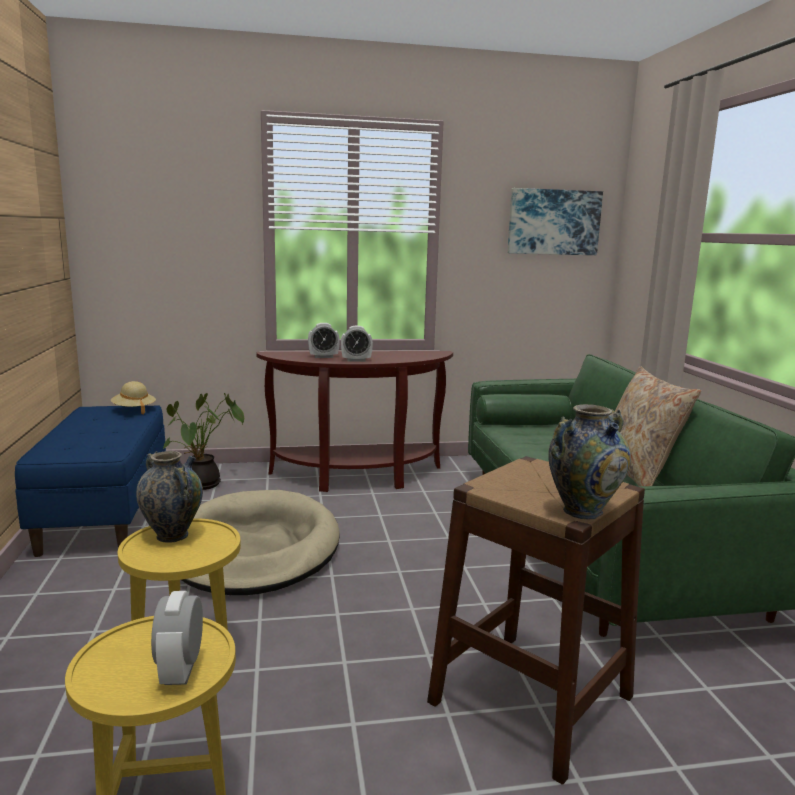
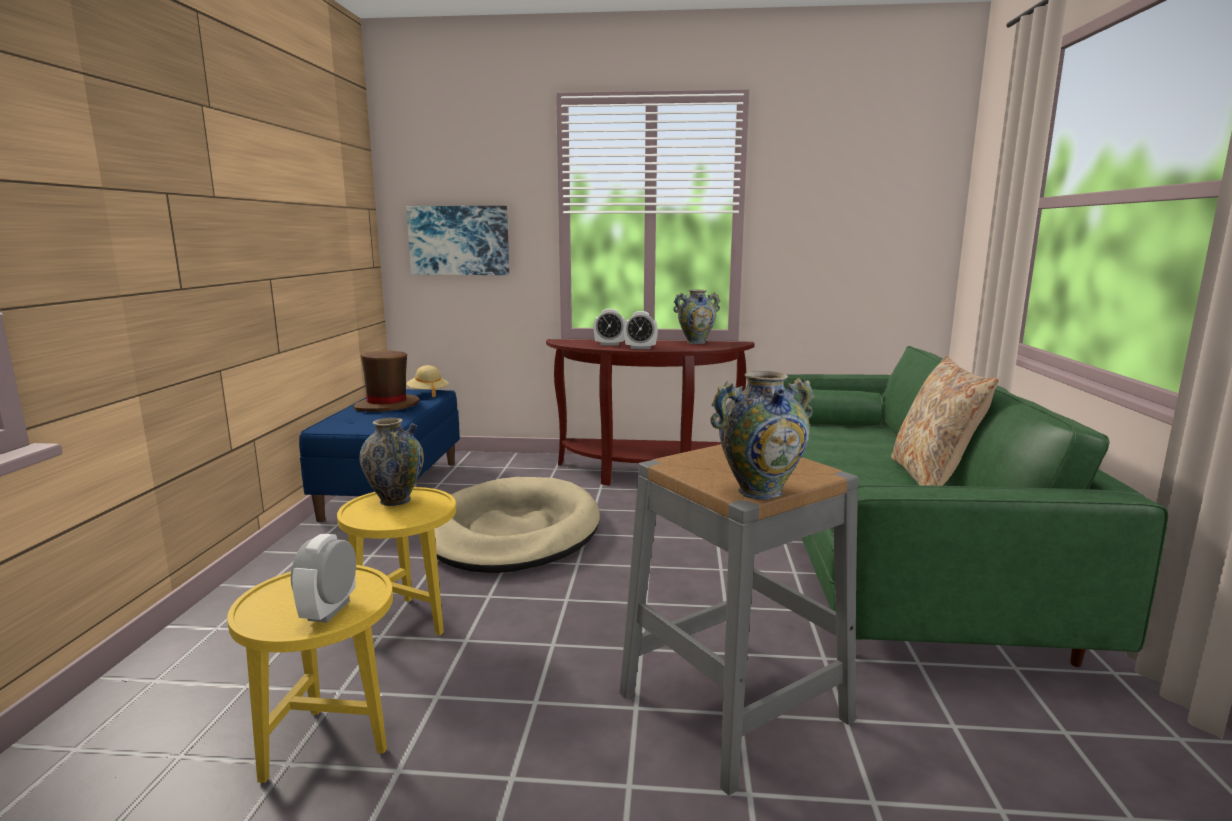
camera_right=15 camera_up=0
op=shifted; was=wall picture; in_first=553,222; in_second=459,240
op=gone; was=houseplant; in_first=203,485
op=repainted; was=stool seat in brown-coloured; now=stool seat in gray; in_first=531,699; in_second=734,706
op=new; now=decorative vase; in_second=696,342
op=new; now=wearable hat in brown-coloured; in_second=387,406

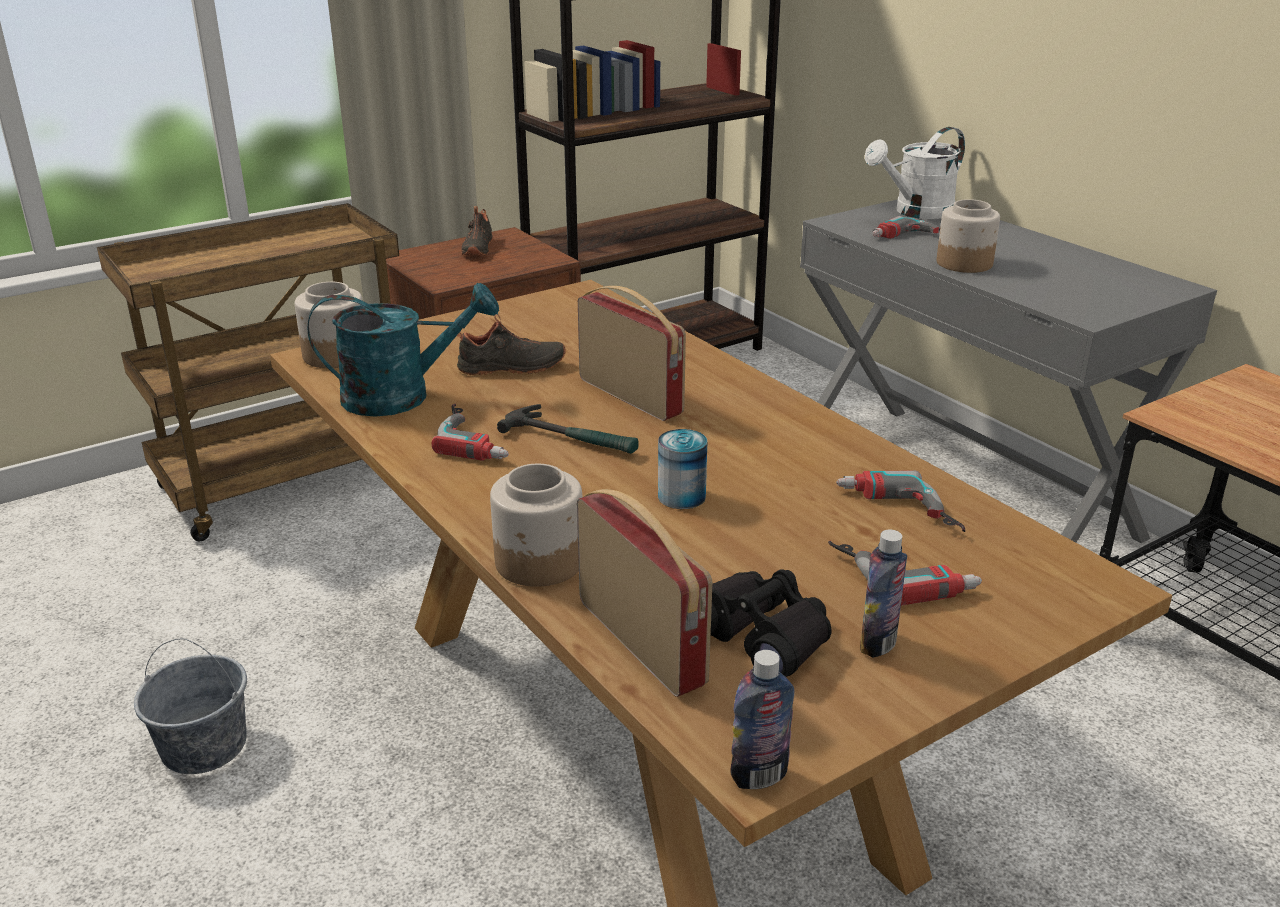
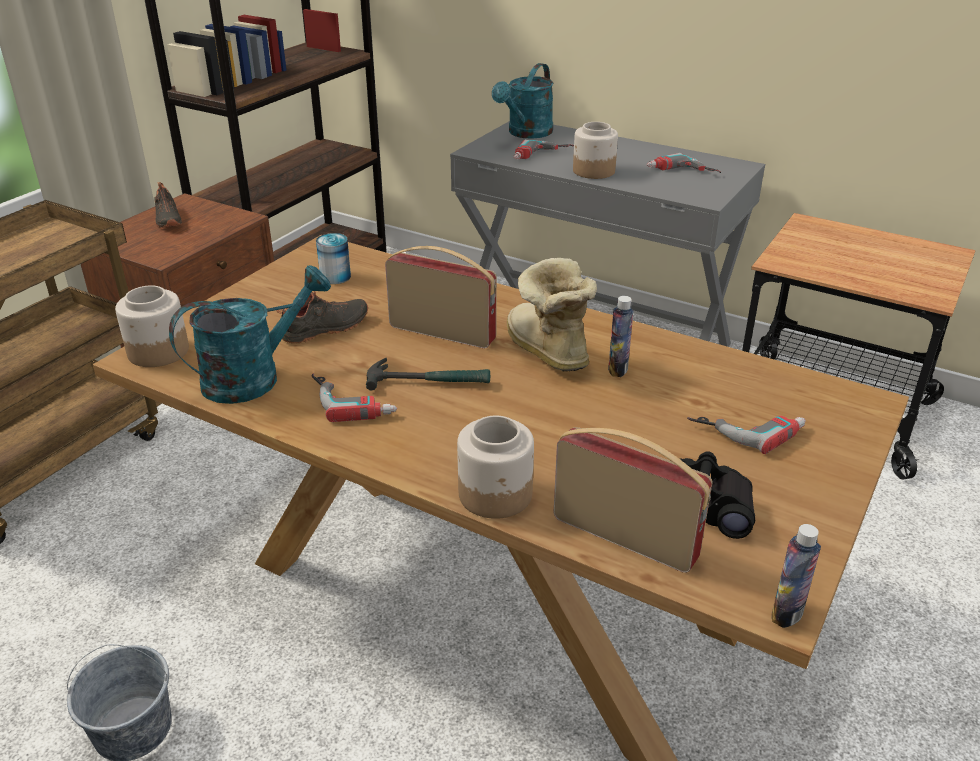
camera_right=-25 camera_up=5
op=repainted; was=sprinkling can in white-coloured; now=sprinkling can in turquoise; in_first=916,212; in_second=526,133
op=shifted; was=metal can; in_first=681,496; in_second=335,277
op=shifted; was=drill; in_first=896,512; in_second=681,173
op=shifted; was=bottle; in_first=878,644; in_second=618,369
op=new; now=tall boot; in_second=545,351

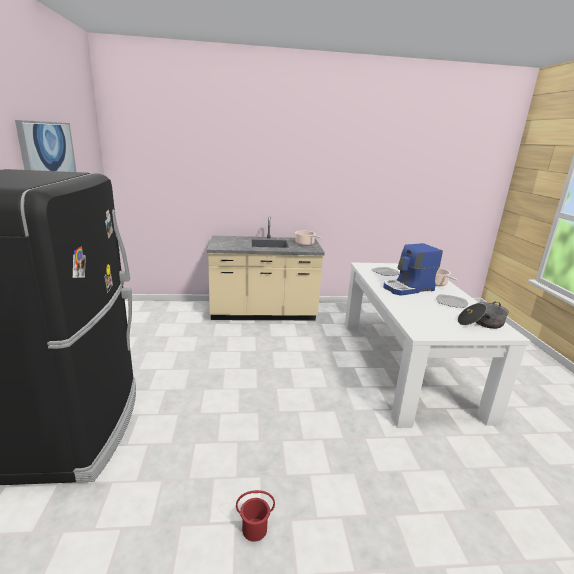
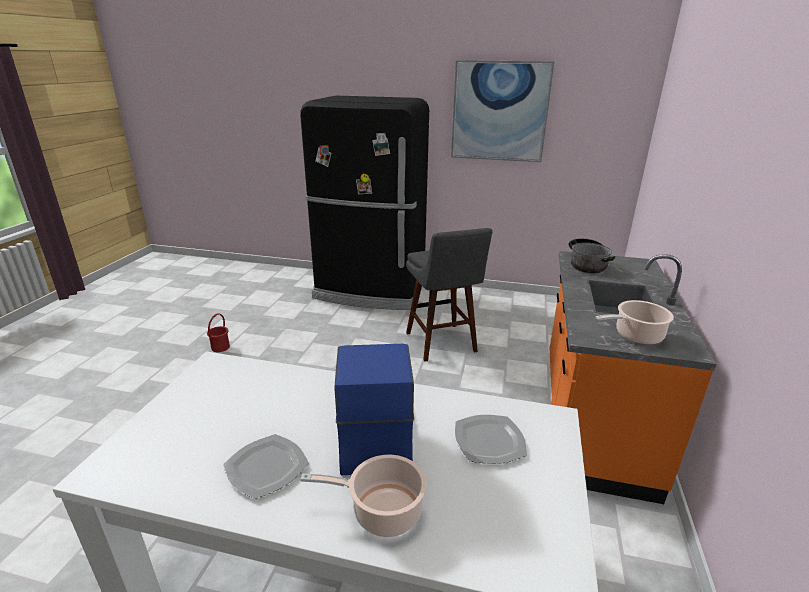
camera_right=110 camera_up=5
op=repainted; was=counter in beige; now=counter in orangey; in_first=263,313; in_second=592,418
op=shifted; was=cooking pot; in_first=480,323; in_second=587,264
op=new; now=stool seat in gray; in_second=442,344

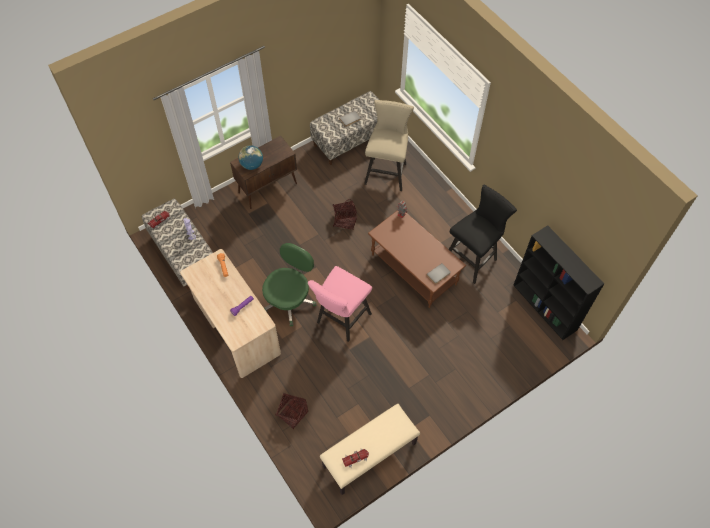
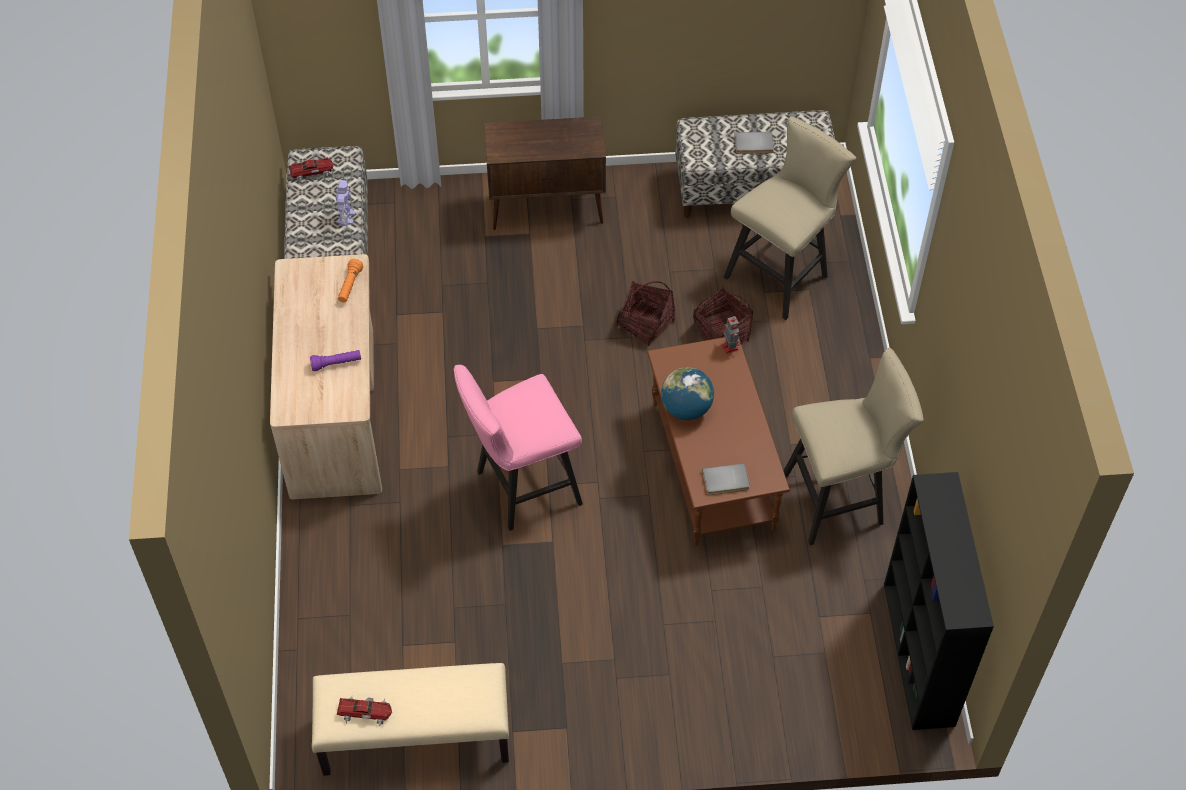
camera_right=30 camera_up=-5
op=shifted; was=world globe; in_first=252,165; in_second=686,409
op=repainted; was=stool seat in black-coloured; now=stool seat in beige; in_first=473,257; in_second=840,499
op=gone; was=office chair in green-coloured; in_first=289,300
op=shifted; was=basket; in_first=292,413; in_second=720,333

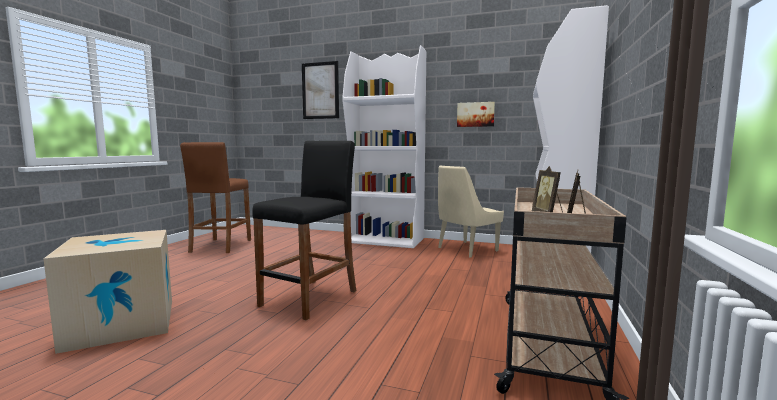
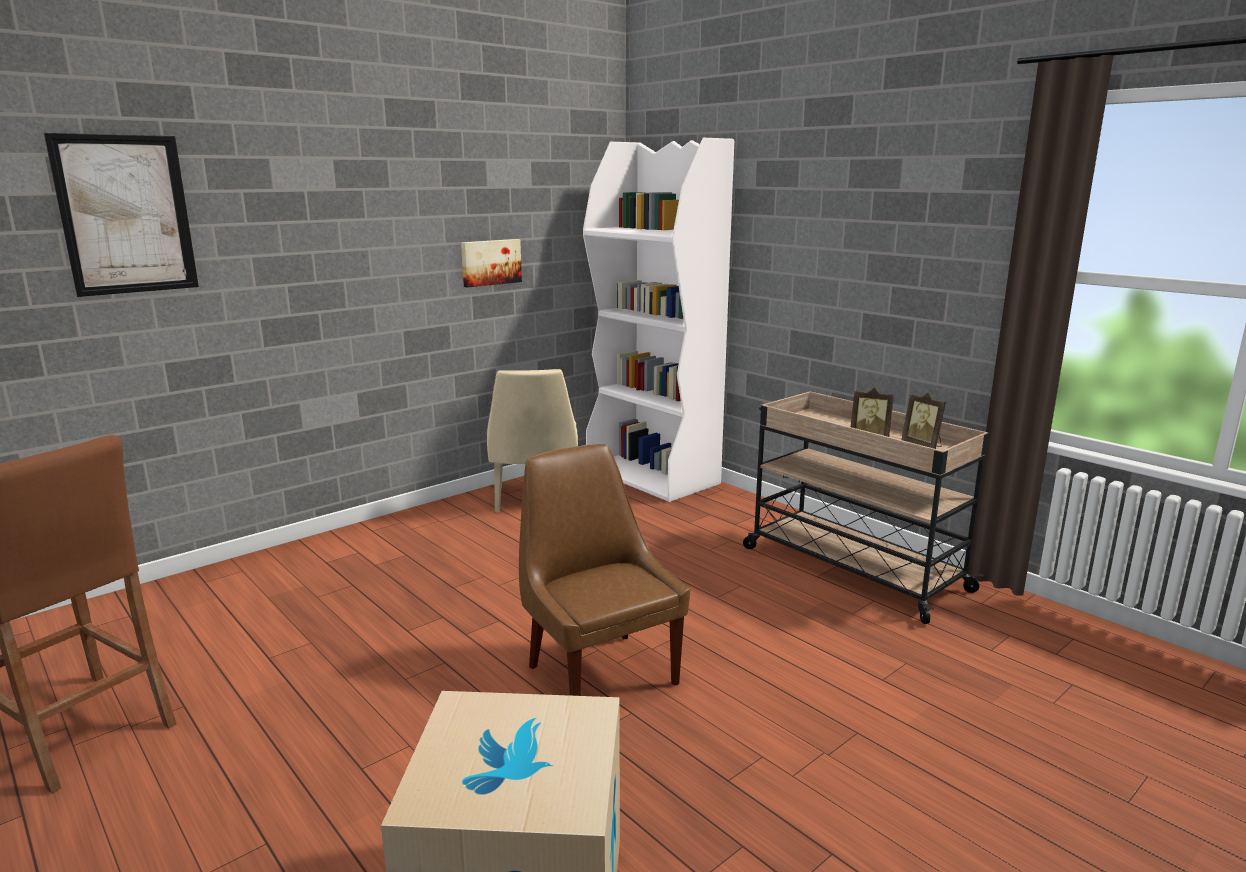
camera_right=-60 camera_up=10
op=gone; was=bookshelf in white-coloured; in_first=385,240
op=swapped; was=stool seat in black-coloured; now=upright chair in brown-coloured; in_first=310,298; in_second=599,672

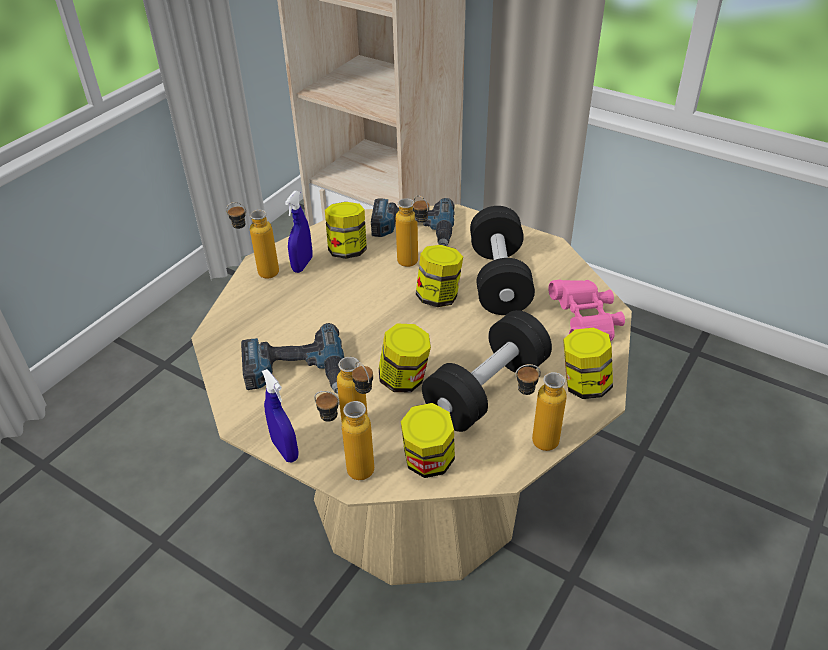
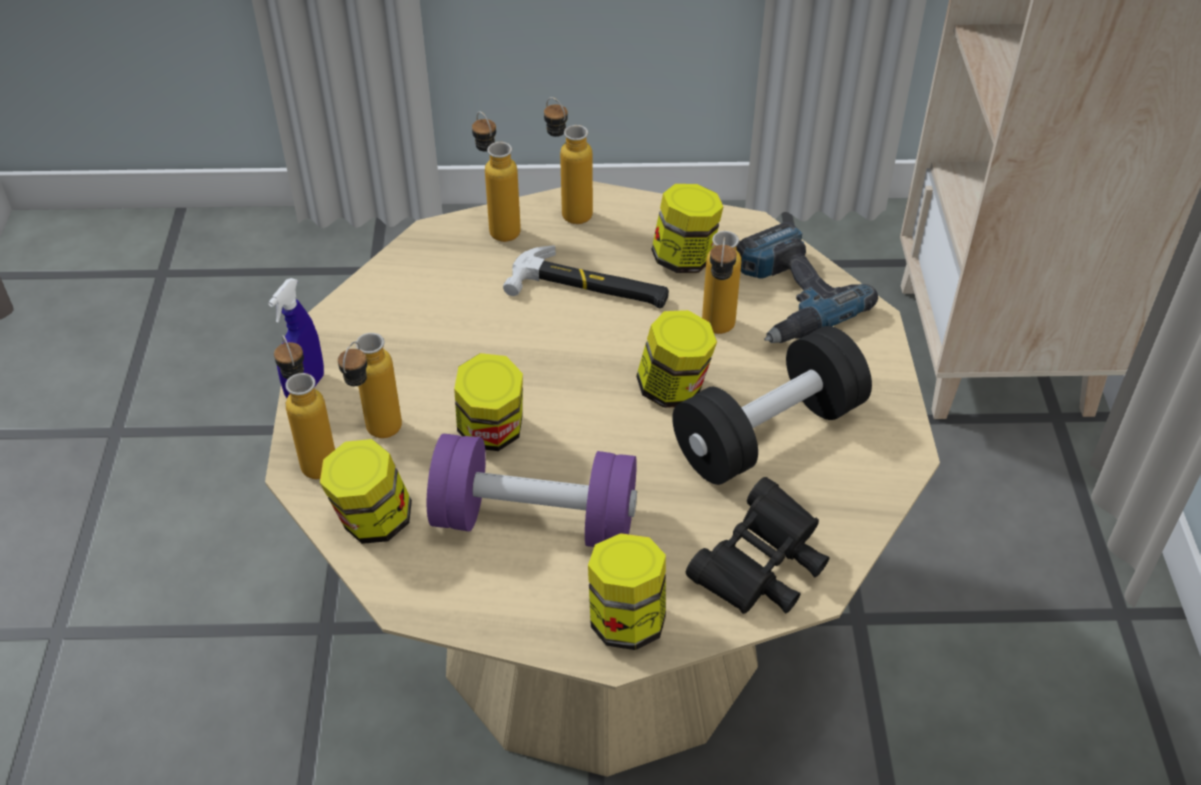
camera_right=55 camera_up=5
op=gone; was=spray bottle in blue; in_first=302,265
op=repainted; was=pair of binoculars in pinkish; now=pair of binoculars in black-coloured; in_first=585,323; in_second=760,569
op=repainted; was=dumbbell in black-coloured; now=dumbbell in purplish; in_first=486,390; in_second=535,520
op=gone; was=drill; in_first=296,373
op=shifted; was=bottle; in_first=534,441; in_second=498,225
op=new; now=tool hammer; in_second=589,289

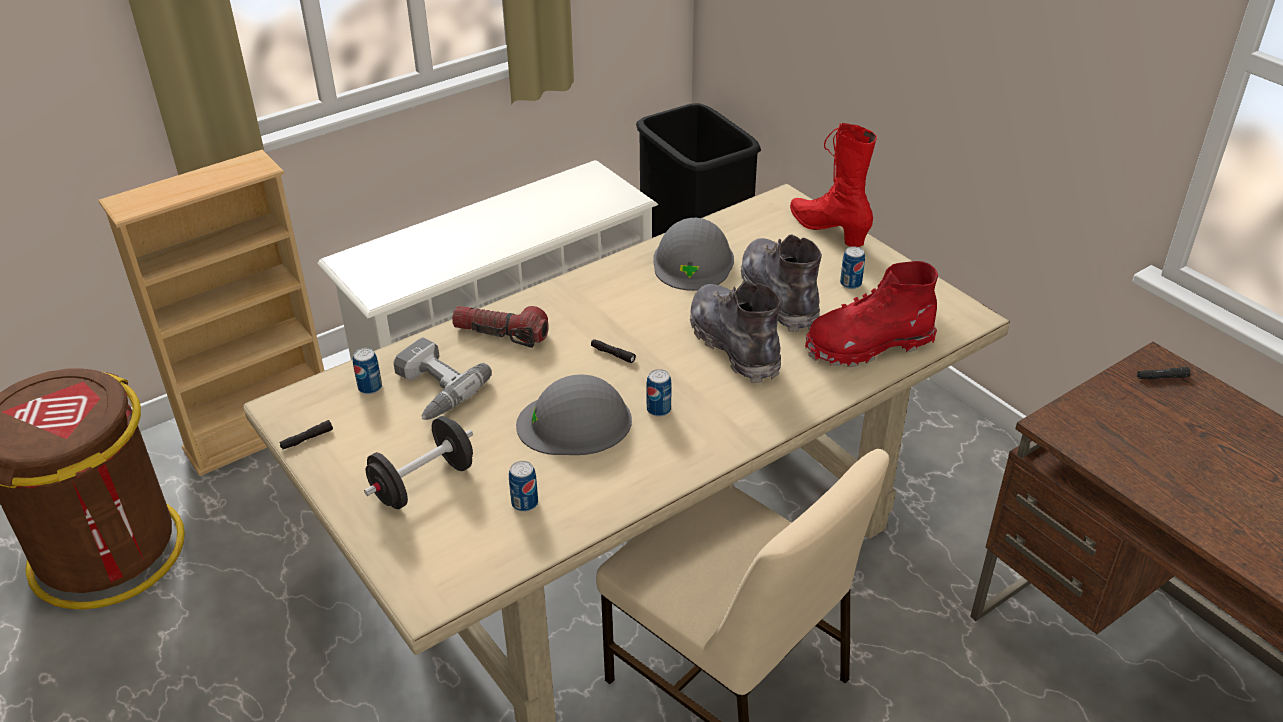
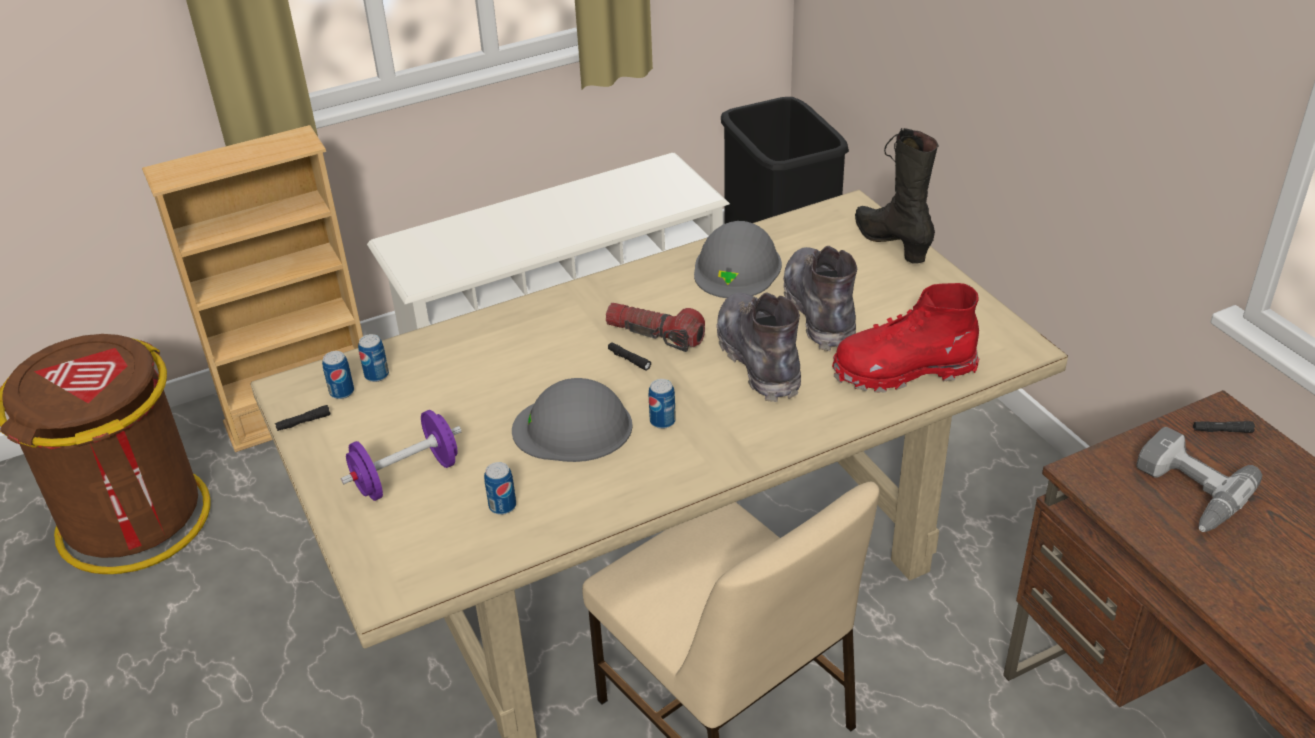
camera_right=10 camera_up=0
op=repainted; was=tall boot in red; now=tall boot in black-coloured; in_first=828,230; in_second=891,243
op=shifted; was=metal can; in_first=850,284; in_second=342,392
op=shifted; was=hand torch; in_first=501,334; in_second=655,335
op=shifted; was=drill; in_first=431,389; in_second=1186,492
op=repainted; was=dumbbell in black-coloured; now=dumbbell in purplish; in_first=423,483; in_second=407,477

